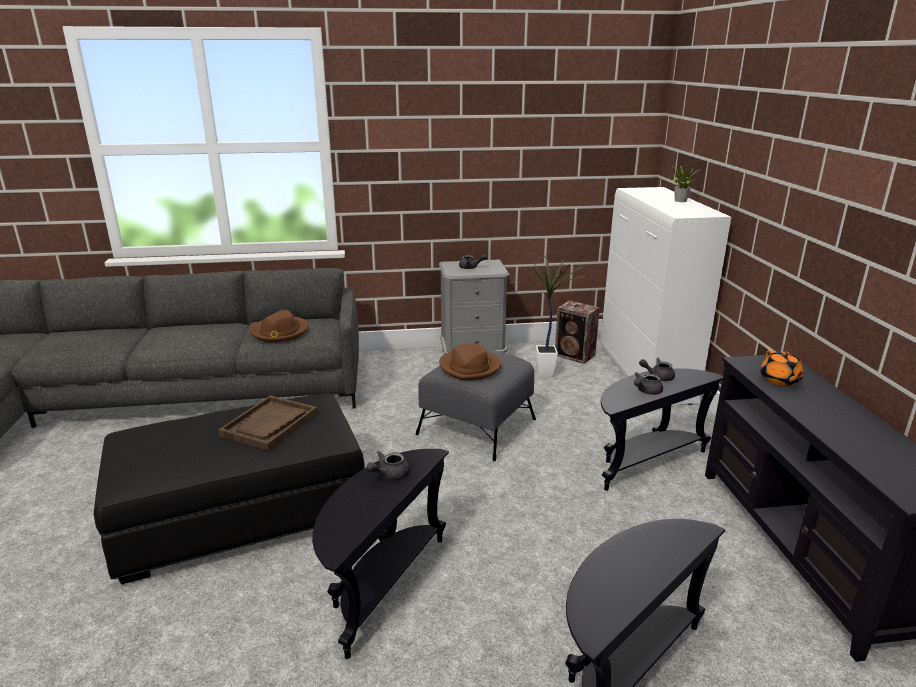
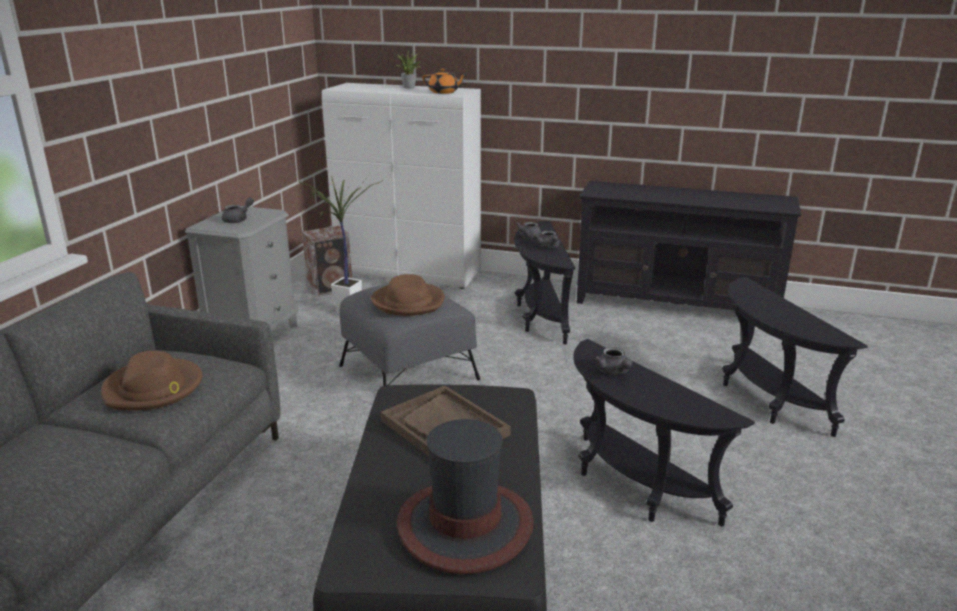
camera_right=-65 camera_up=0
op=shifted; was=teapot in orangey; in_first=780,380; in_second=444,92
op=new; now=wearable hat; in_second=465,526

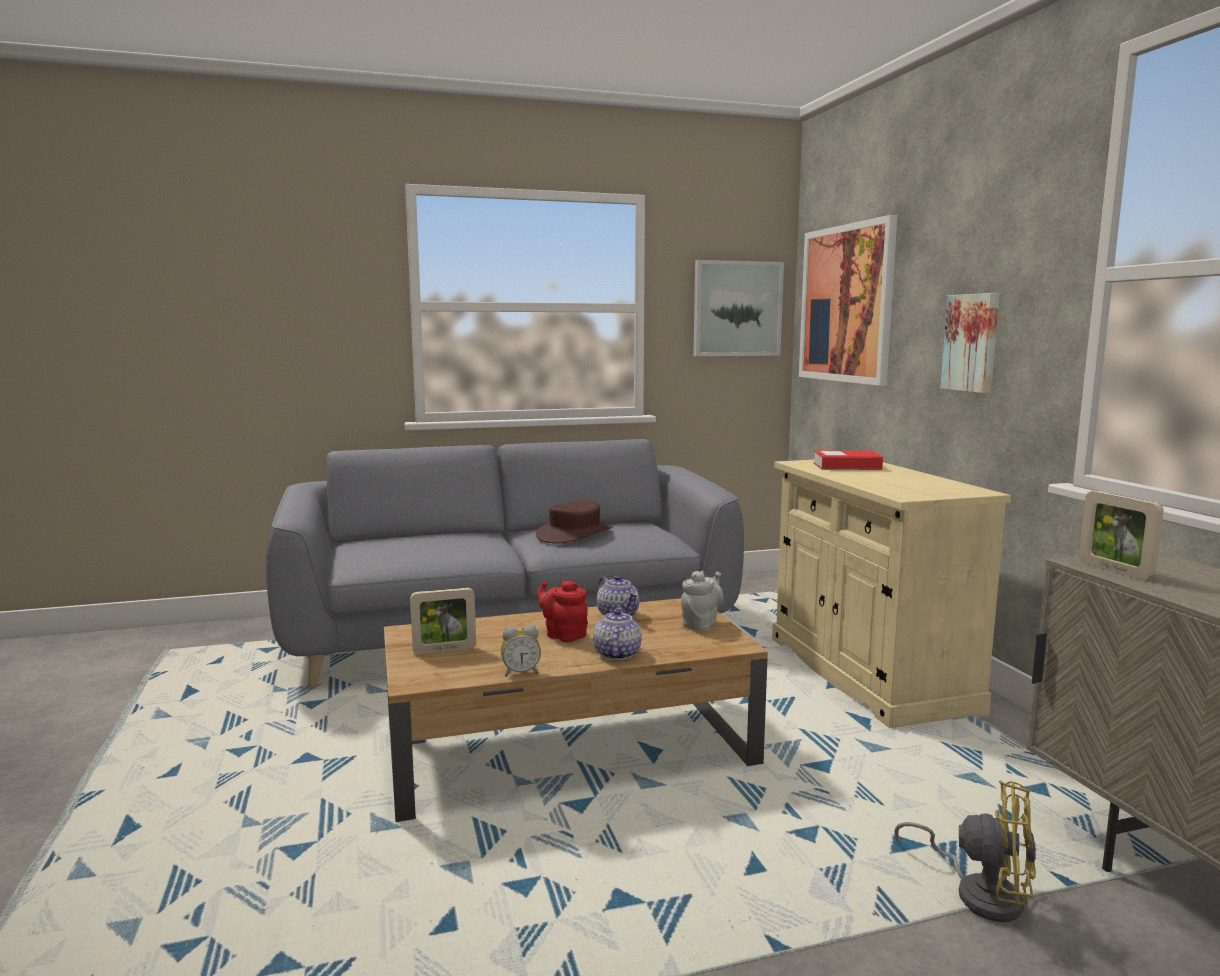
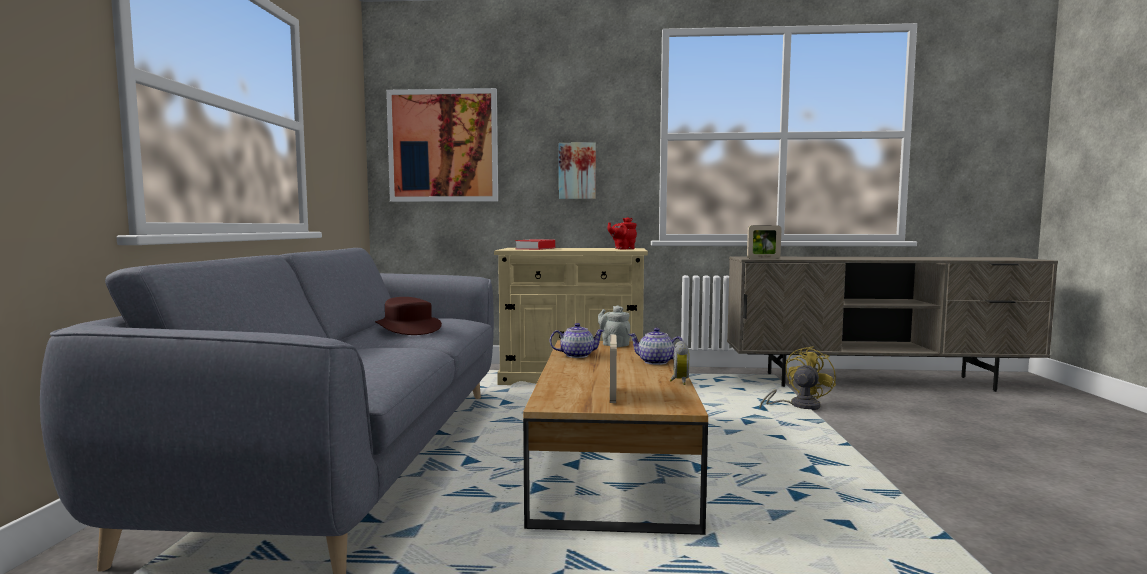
camera_right=-70 camera_up=-5
op=gone; was=wall picture; in_first=737,309
op=shifted; was=teapot in red; in_first=563,635; in_second=623,249

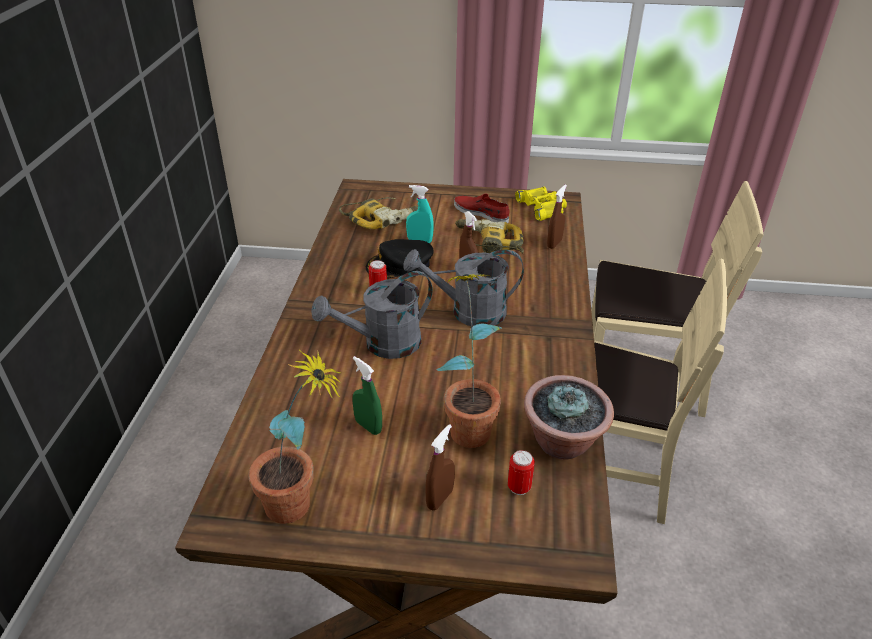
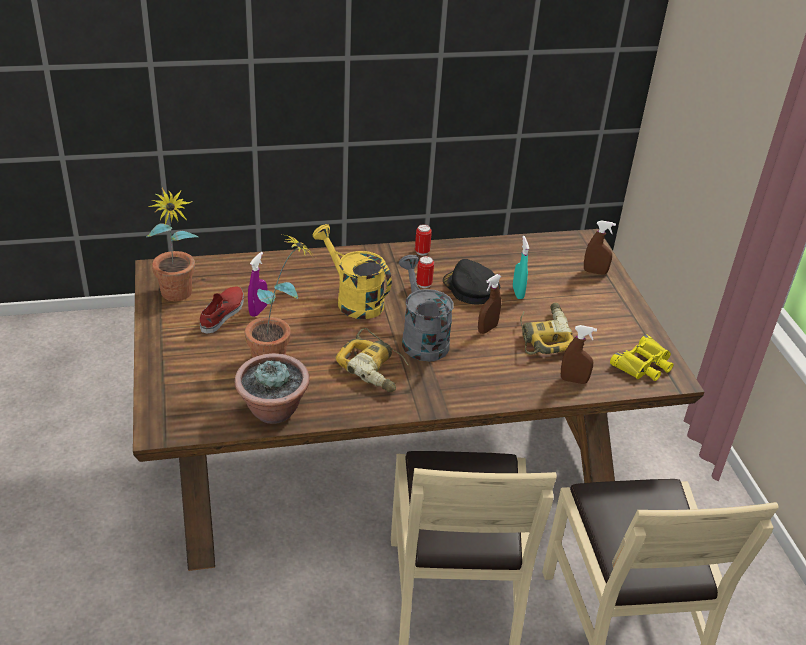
camera_right=70 camera_up=0
op=shifted; was=low shoe in red; in_first=481,213; in_second=223,313
op=shifted; was=drill; in_first=381,218; in_second=375,368
op=repainted; was=sprinkling can in gray; now=sprinkling can in yellowish; in_first=383,345; in_second=353,300
op=repainted; was=spray bottle in green-coloured; now=spray bottle in purplish; in_first=368,426; in_second=258,310
op=shifted; was=spray bottle in brown-coloured; in_first=440,498; in_second=595,272
op=shifted; was=metal can; in_first=519,487; in_second=422,252

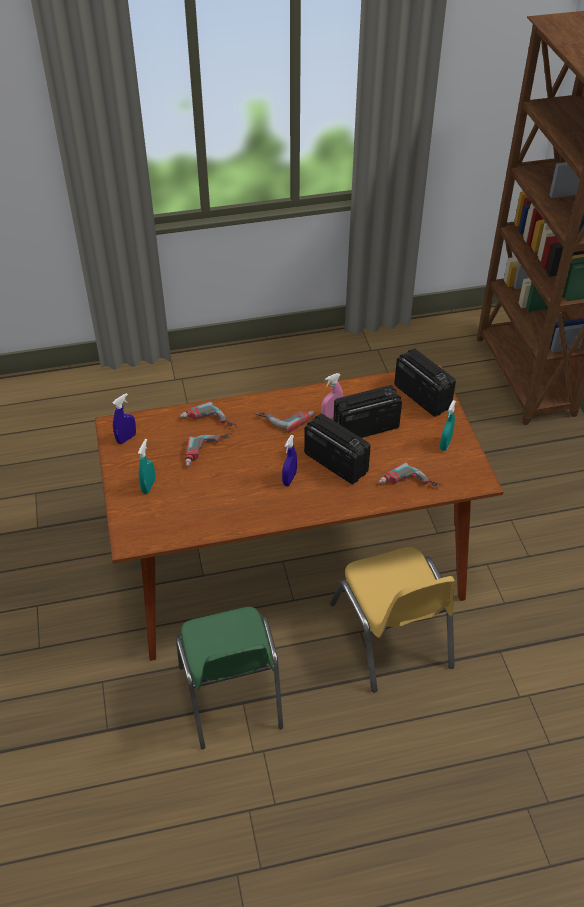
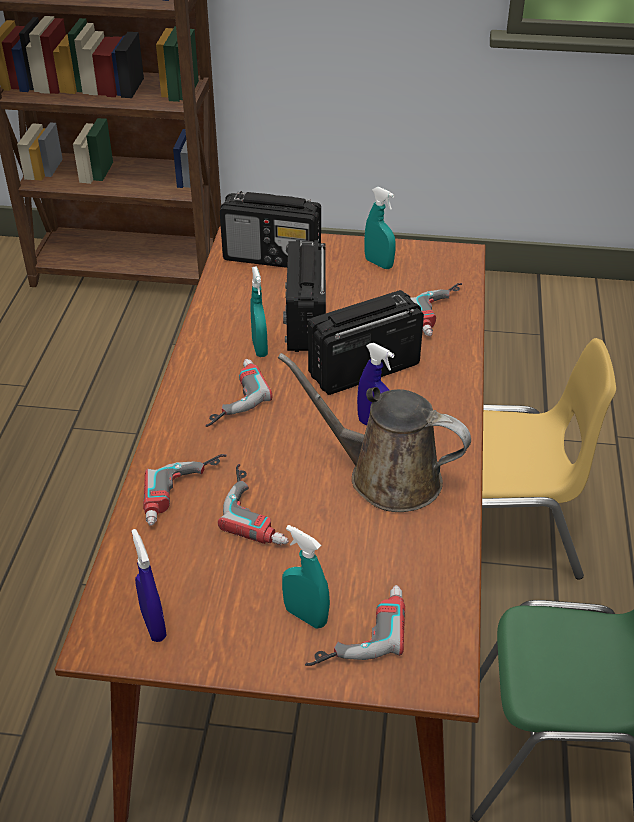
camera_right=-70 camera_up=-5
op=rotated; was=radio; in_first=421,396; in_second=273,257; clockwise=-150
op=repainted; was=spray bottle in pinkish; now=spray bottle in turquoise; in_first=331,416; in_second=259,348
op=new; now=sprinkling can in brown-coloured; in_second=386,476
op=new; now=drill; in_second=356,630

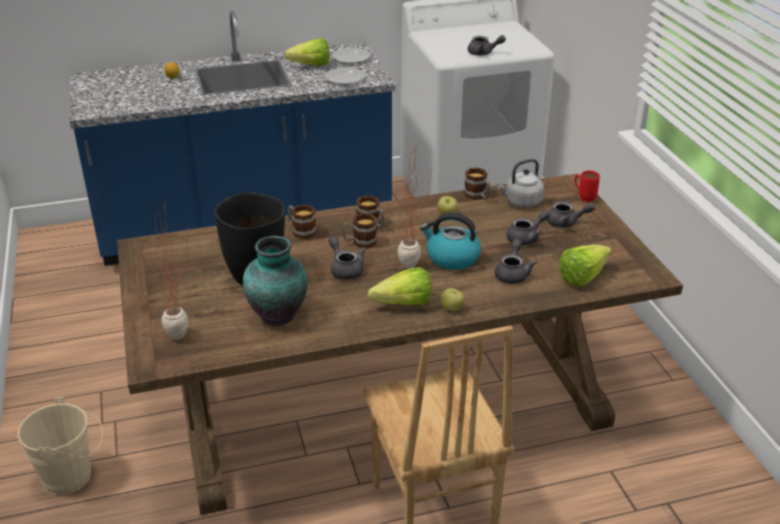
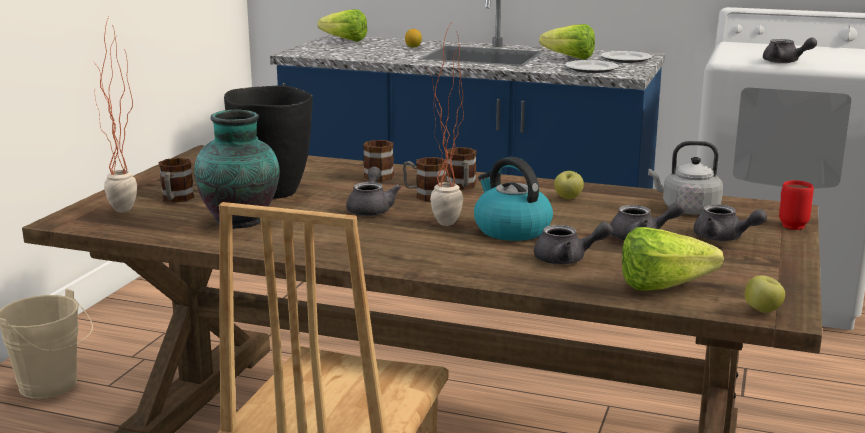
camera_right=35 camera_up=-15
op=shifted; was=tea mug; in_first=478,196; in_second=175,199
op=rotated; was=teapot in gray; in_first=512,273; in_second=567,259; clockwise=45
op=shifted; was=lettuce head; in_first=398,304; in_second=341,40
op=shifted; was=apple fruit; in_first=452,308; in_second=762,311

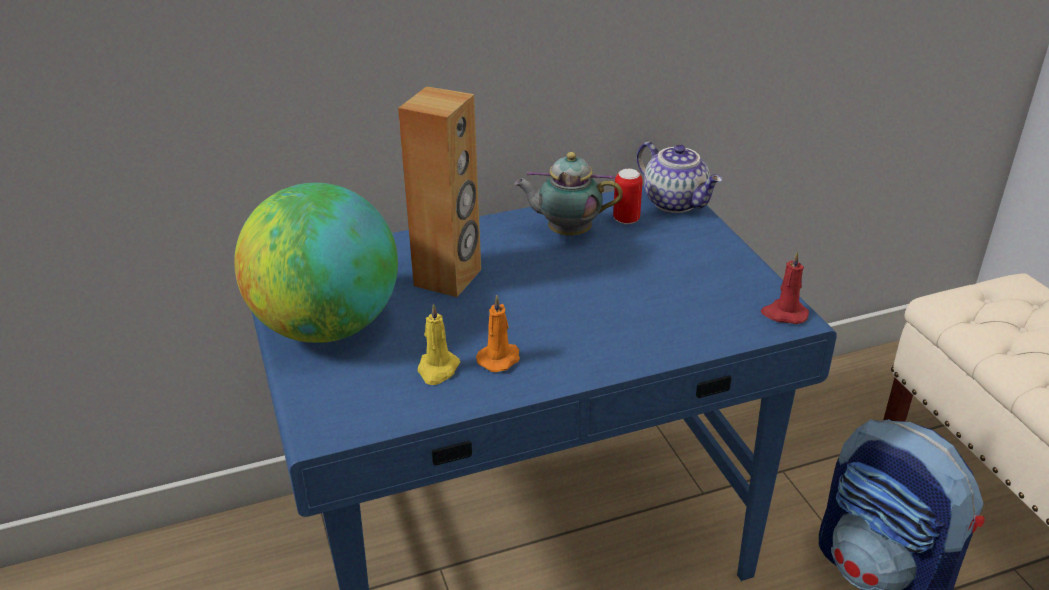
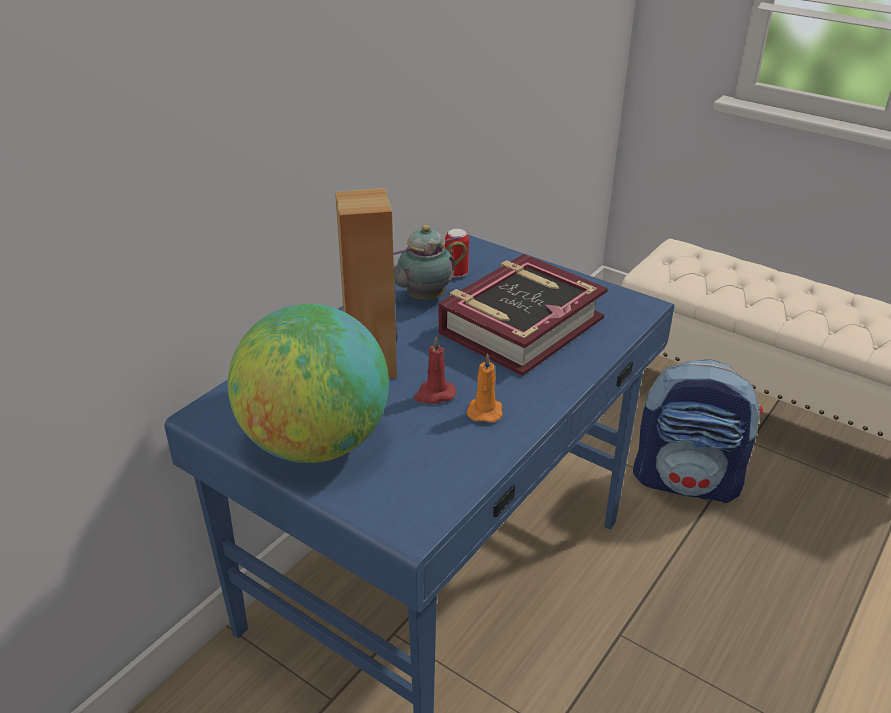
camera_right=-35 camera_up=0
op=gone; was=teapot; in_first=676,202
op=shifted; was=candle in red; in_first=784,314; in_second=434,394
op=gone; was=candle in yellowish; in_first=437,369
op=new; now=bound book; in_second=520,325

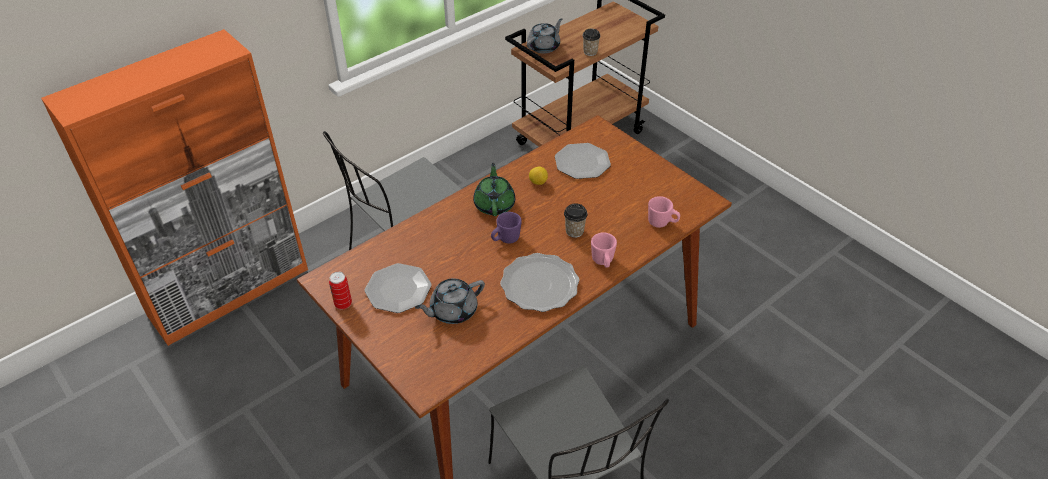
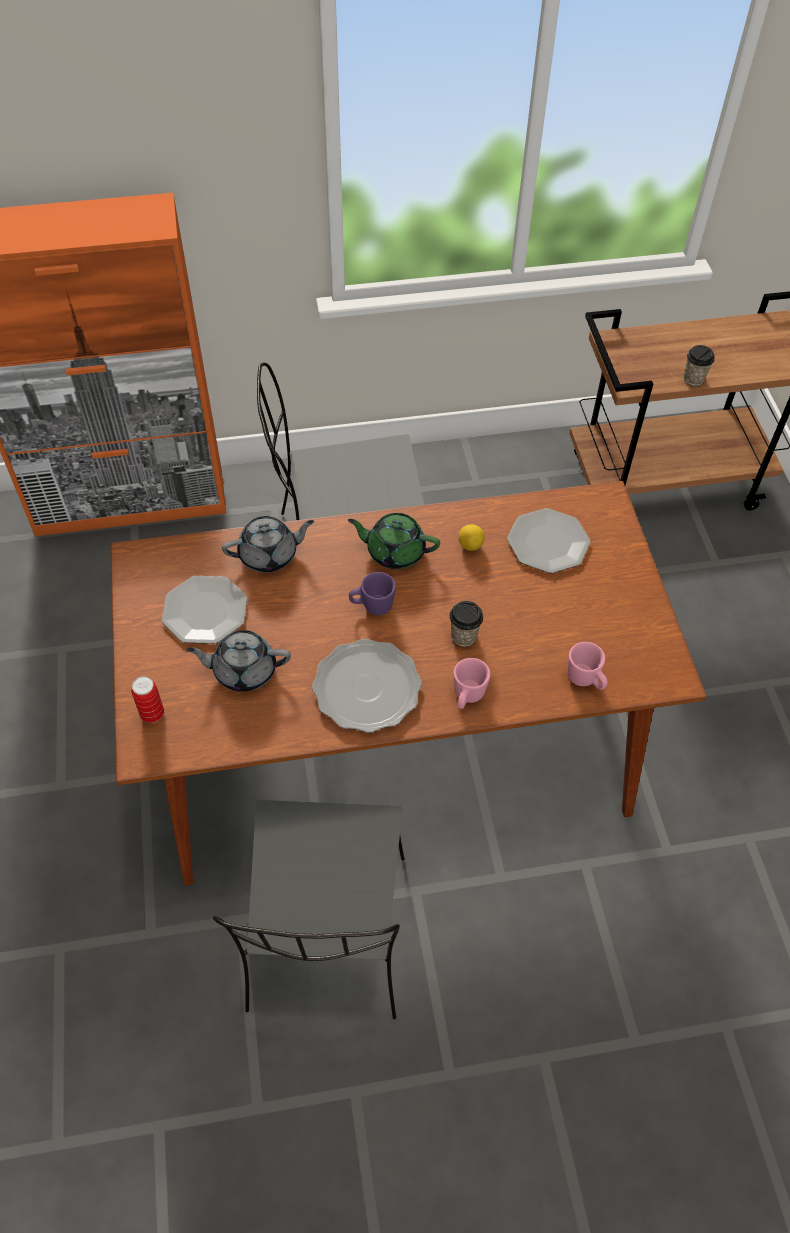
camera_right=30 camera_up=10
op=shifted; was=teapot in gray; in_first=544,47; in_second=269,555
op=rotated; was=teapot in green-coloured; in_first=494,204; in_second=394,551; clockwise=-105
op=shifted; was=metal can; in_first=343,304; in_second=152,714

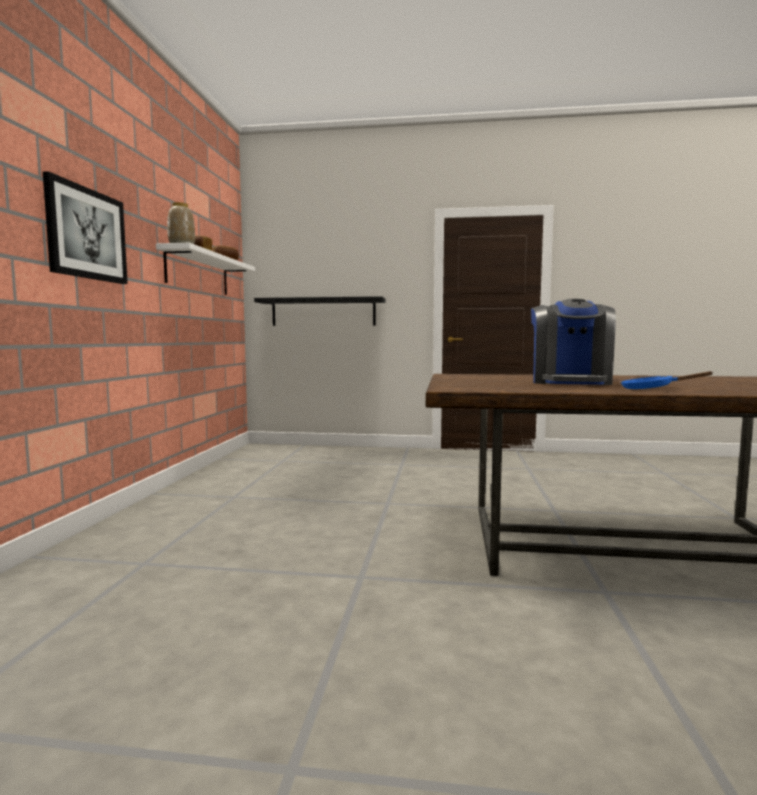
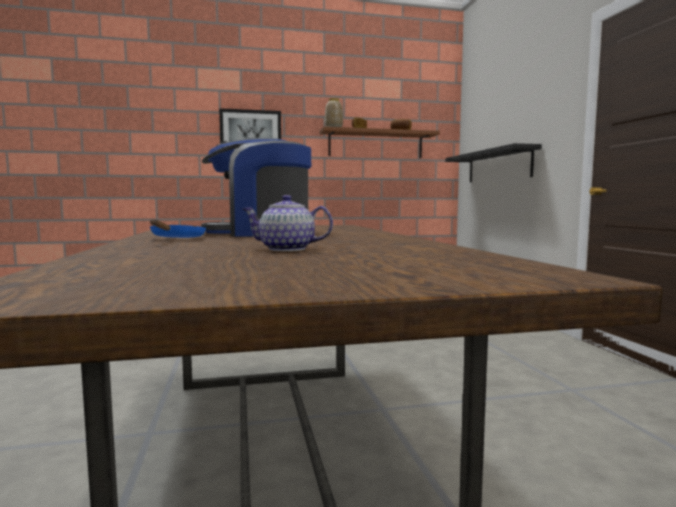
camera_right=70 camera_up=0
op=repainted; was=shelf in white-coloured; now=shelf in brown-coloured; in_first=198,273; in_second=375,144
op=new; now=teapot; in_second=287,249

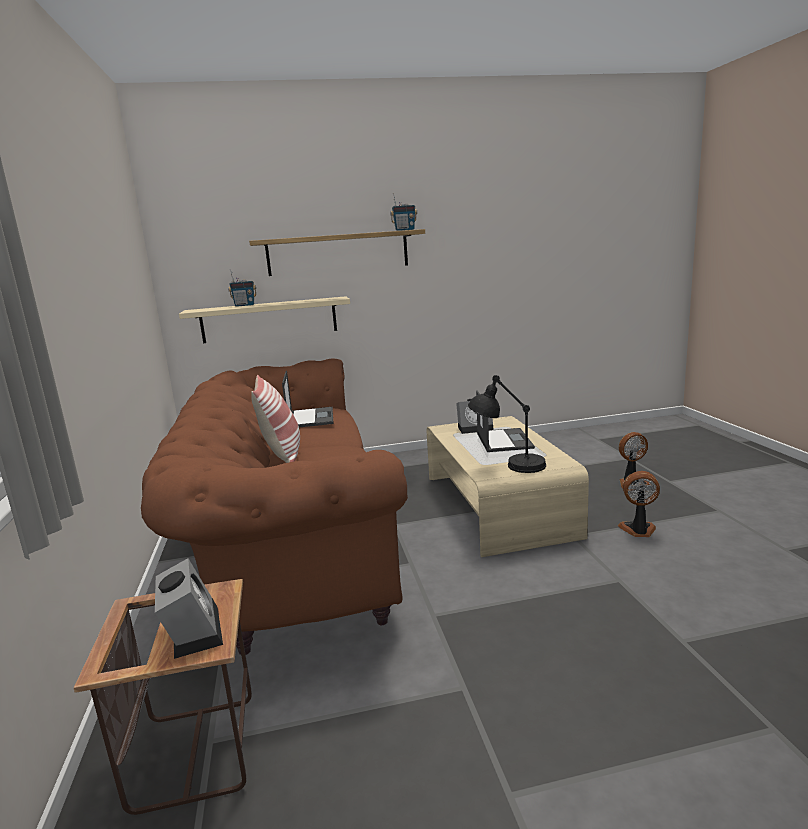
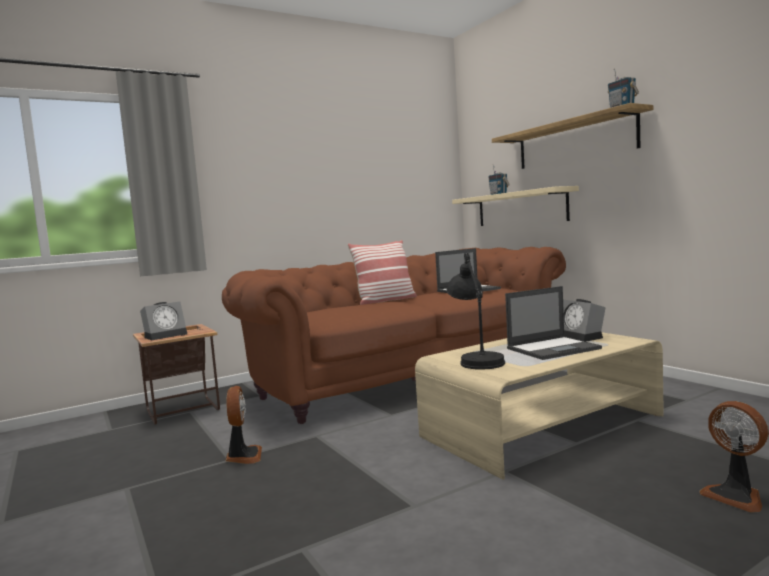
camera_right=70 camera_up=-10
op=shifted; was=cooling fan; in_first=638,530; in_second=243,456

